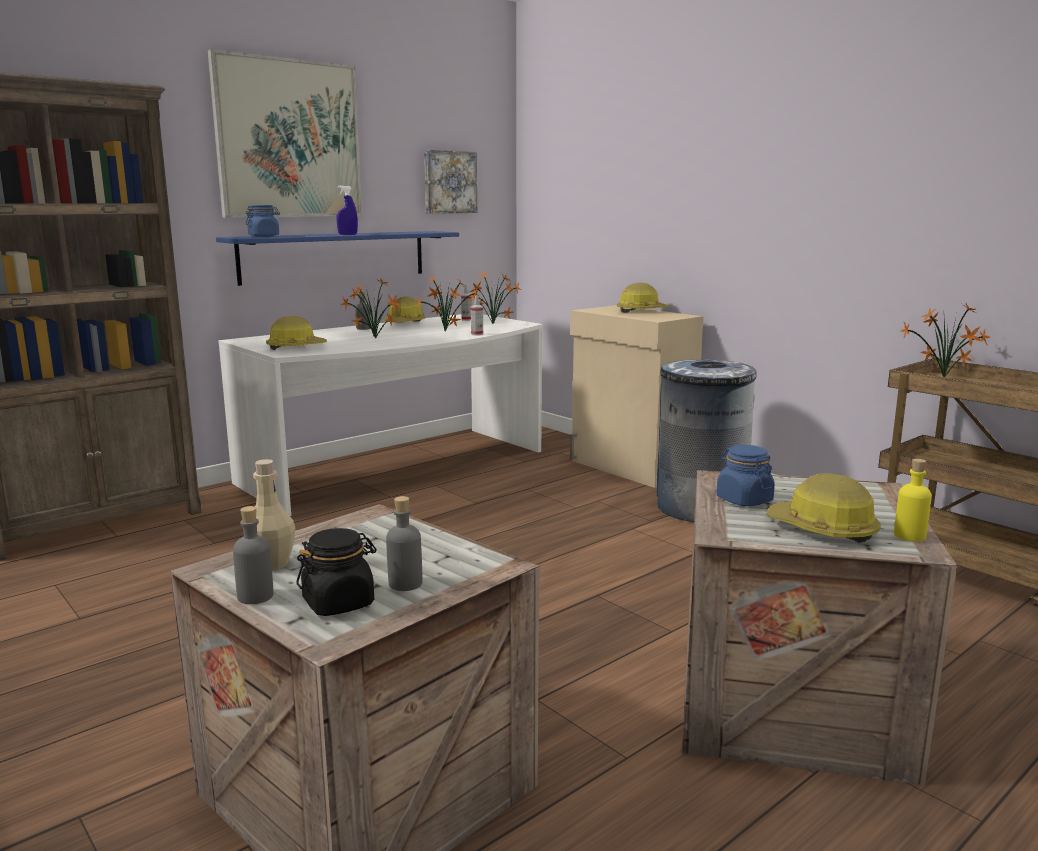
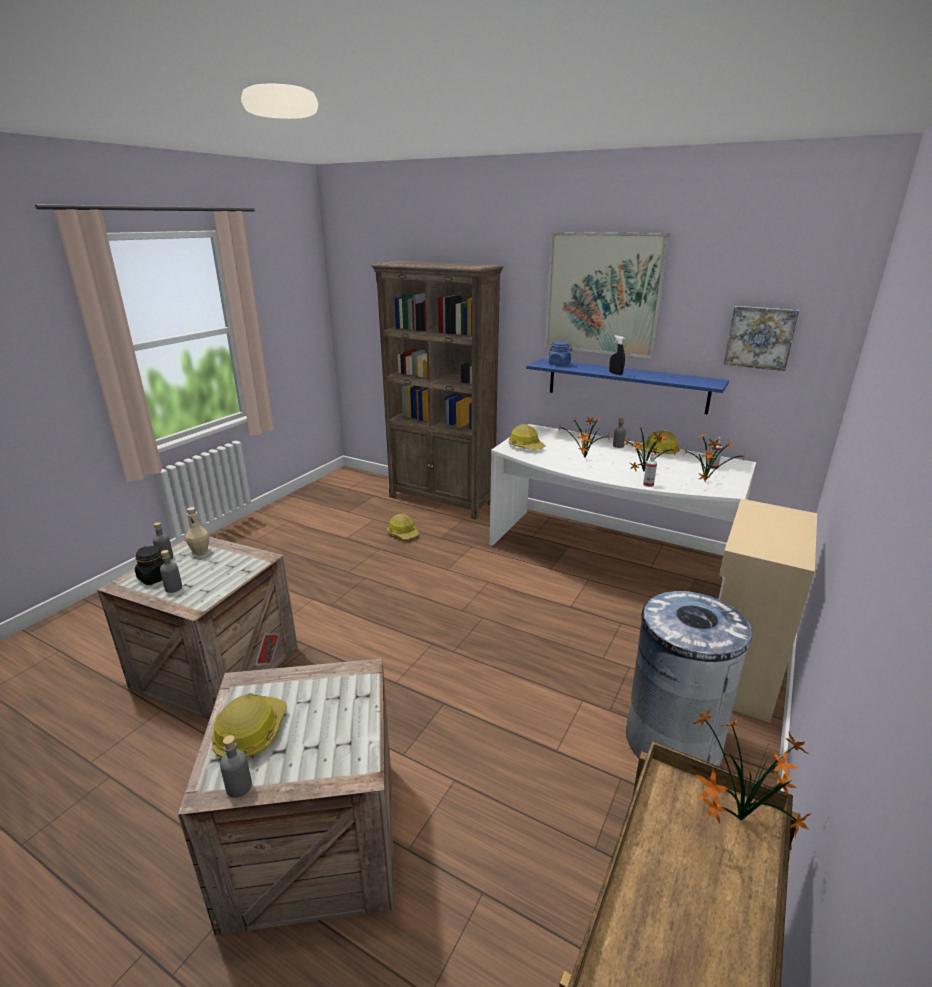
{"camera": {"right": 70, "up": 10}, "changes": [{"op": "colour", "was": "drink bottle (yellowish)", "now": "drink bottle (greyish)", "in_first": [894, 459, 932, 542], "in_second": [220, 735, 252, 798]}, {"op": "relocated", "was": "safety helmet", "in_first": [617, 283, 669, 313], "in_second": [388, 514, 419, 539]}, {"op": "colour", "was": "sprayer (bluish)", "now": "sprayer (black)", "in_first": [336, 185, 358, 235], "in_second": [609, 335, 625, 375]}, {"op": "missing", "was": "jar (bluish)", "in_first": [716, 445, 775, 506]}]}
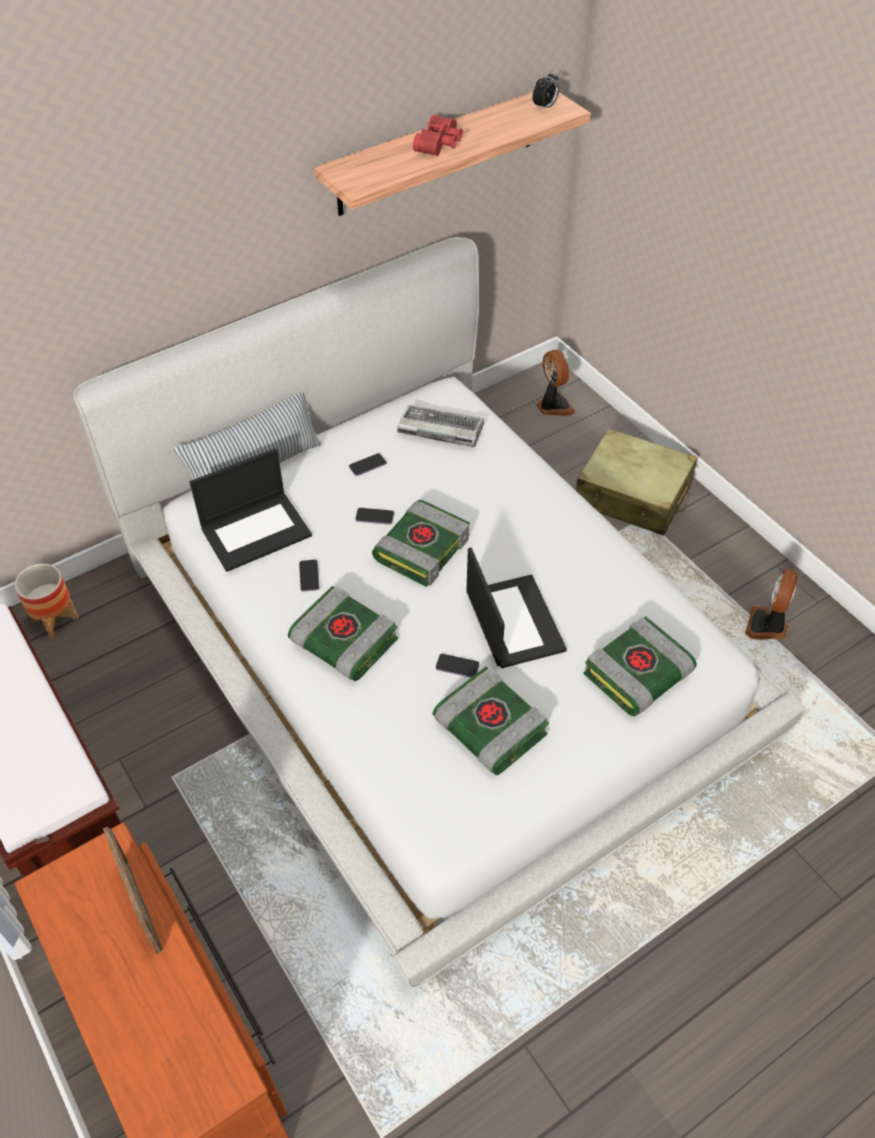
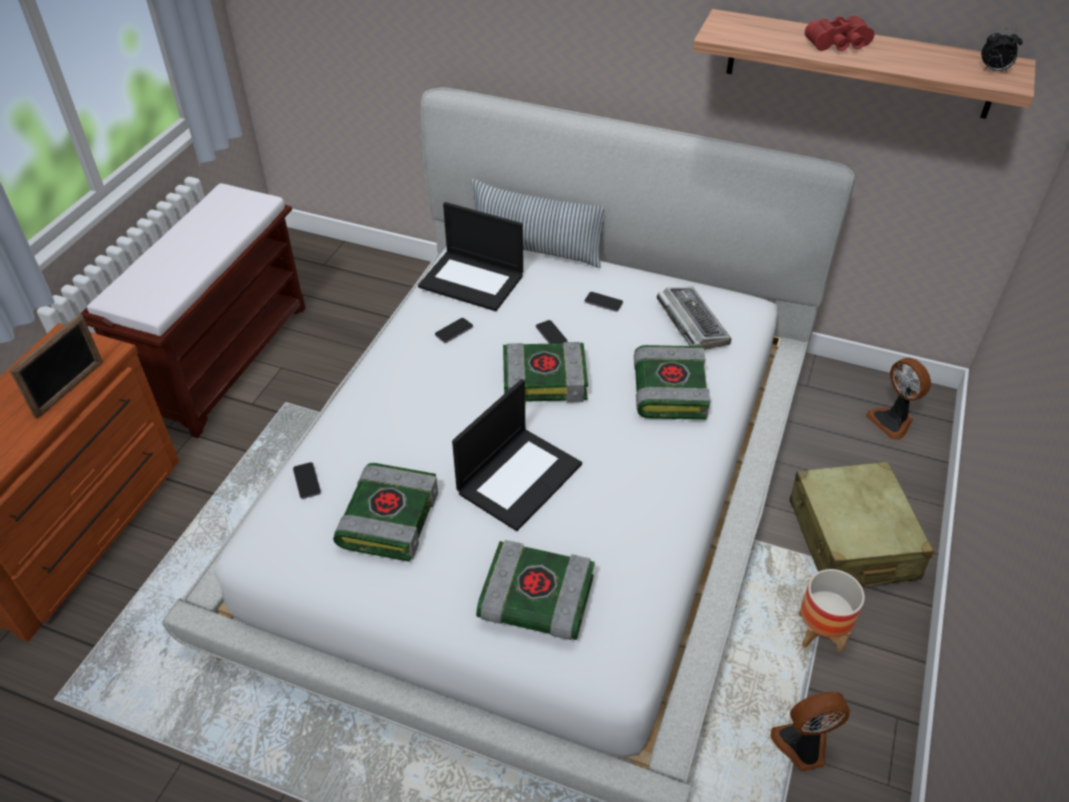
{"camera": {"right": 55, "up": -5}, "changes": [{"op": "relocated", "was": "telephone", "in_first": [436, 654, 479, 678], "in_second": [293, 462, 321, 499]}, {"op": "relocated", "was": "volume", "in_first": [288, 586, 398, 681], "in_second": [634, 345, 711, 420]}, {"op": "relocated", "was": "planter", "in_first": [14, 564, 79, 638], "in_second": [799, 569, 865, 652]}, {"op": "spun", "was": "fan", "in_first": [536, 350, 575, 416], "in_second": [865, 358, 931, 440], "clockwise": 120}]}
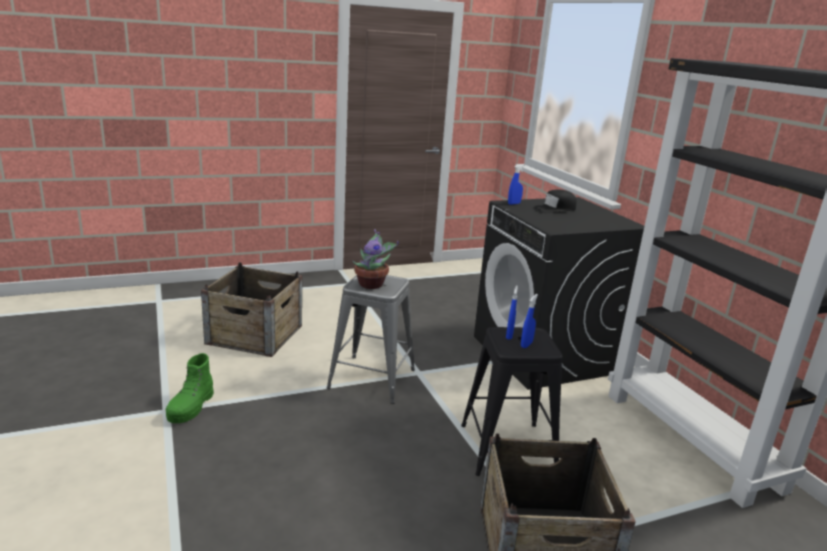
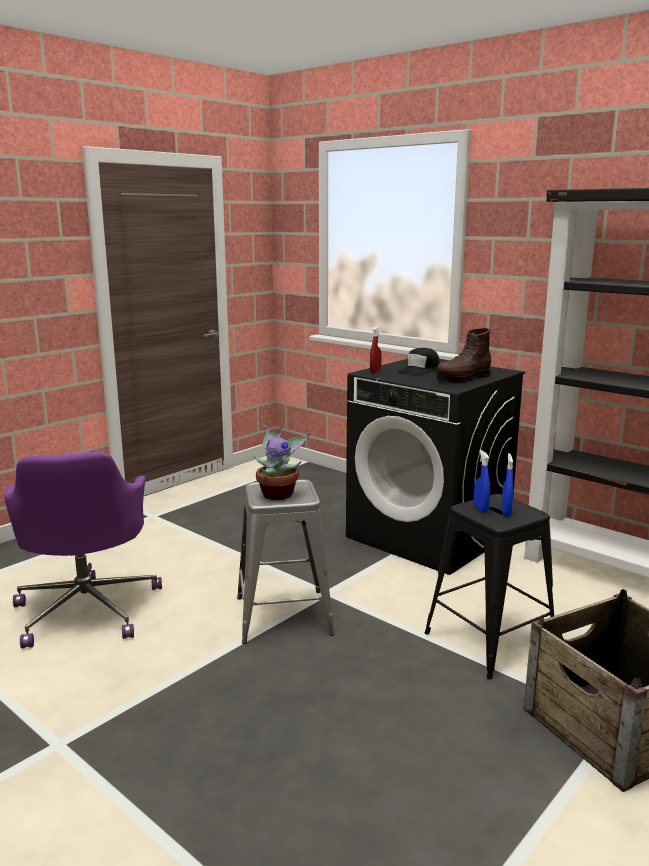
{"camera": {"right": -25, "up": -5}, "changes": [{"op": "exchanged", "was": "crate", "now": "office chair (purple)", "in_first": [201, 262, 302, 357], "in_second": [4, 452, 162, 649]}, {"op": "colour", "was": "sprayer (bluish)", "now": "sprayer (red)", "in_first": [508, 164, 524, 205], "in_second": [370, 326, 382, 373]}, {"op": "appeared", "now": "boot (brown)", "in_second": [437, 328, 491, 383]}, {"op": "missing", "was": "boot (greenish)", "in_first": [166, 353, 214, 423]}]}
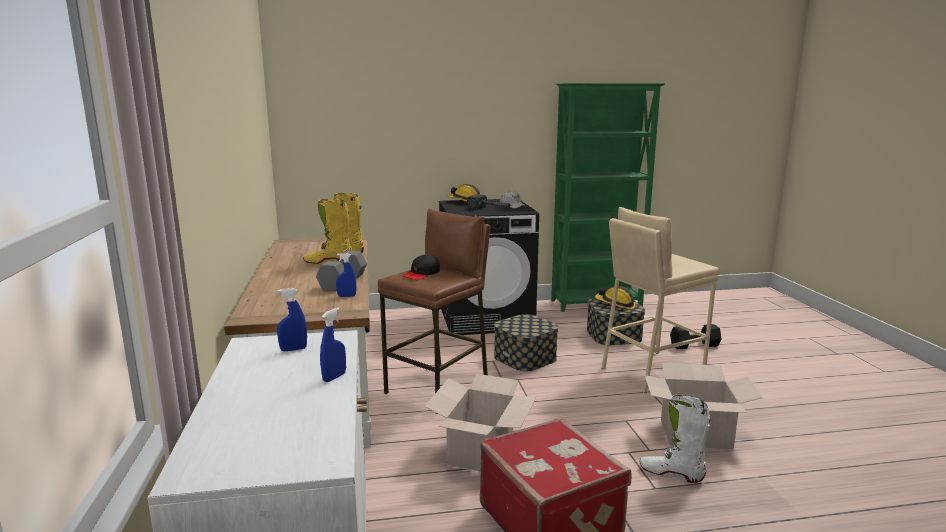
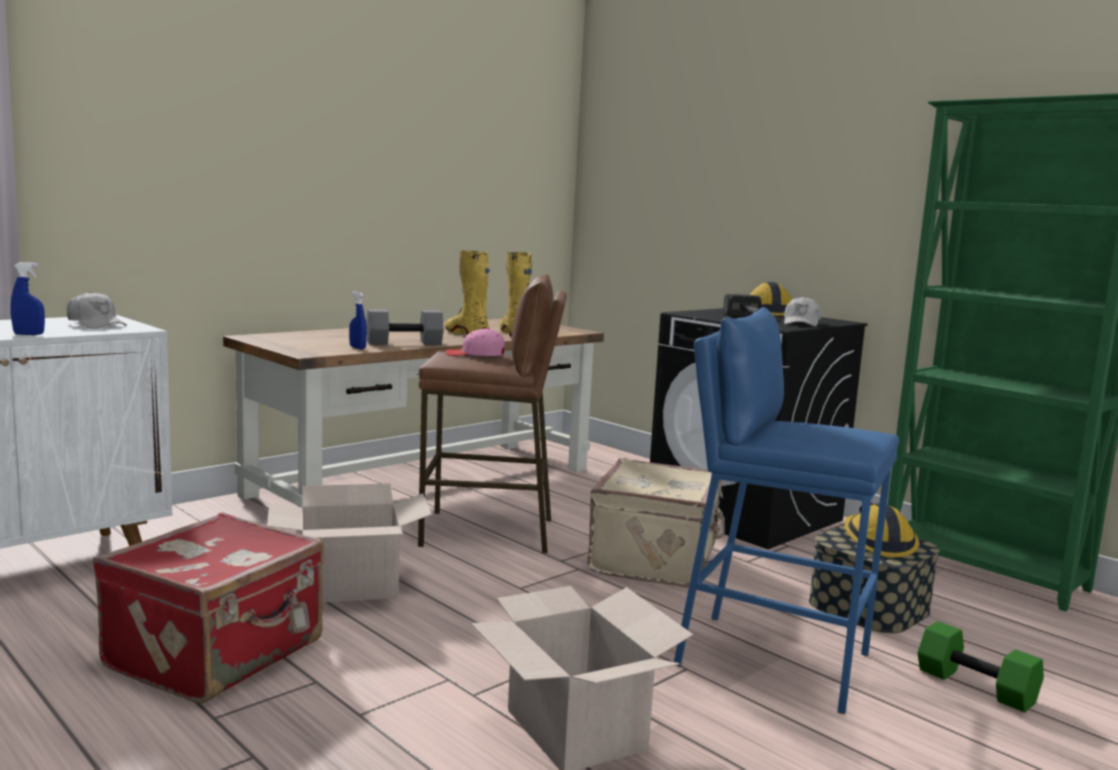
{"camera": {"right": 55, "up": -5}, "changes": [{"op": "exchanged", "was": "sprayer (bluish)", "now": "peaked cap (white)", "in_first": [277, 288, 307, 351], "in_second": [67, 292, 127, 329]}, {"op": "colour", "was": "peaked cap (black)", "now": "peaked cap (pink-coloured)", "in_first": [402, 254, 440, 280], "in_second": [445, 328, 505, 356]}, {"op": "exchanged", "was": "storage container", "now": "piece of luggage (beige-coloured)", "in_first": [494, 314, 558, 371], "in_second": [587, 458, 725, 588]}, {"op": "colour", "was": "stool seat (beige-coloured)", "now": "stool seat (bluish)", "in_first": [602, 207, 719, 393], "in_second": [674, 307, 899, 714]}, {"op": "colour", "was": "dumbbell (black)", "now": "dumbbell (greenish)", "in_first": [670, 324, 722, 349], "in_second": [917, 621, 1044, 713]}, {"op": "missing", "was": "boot (white)", "in_first": [640, 395, 710, 483]}]}
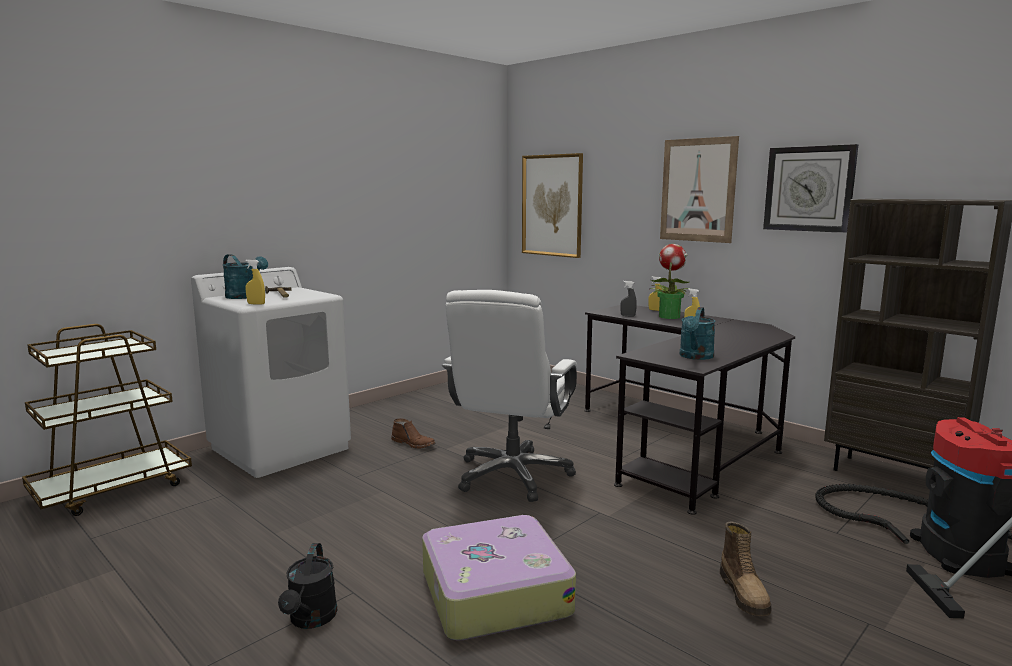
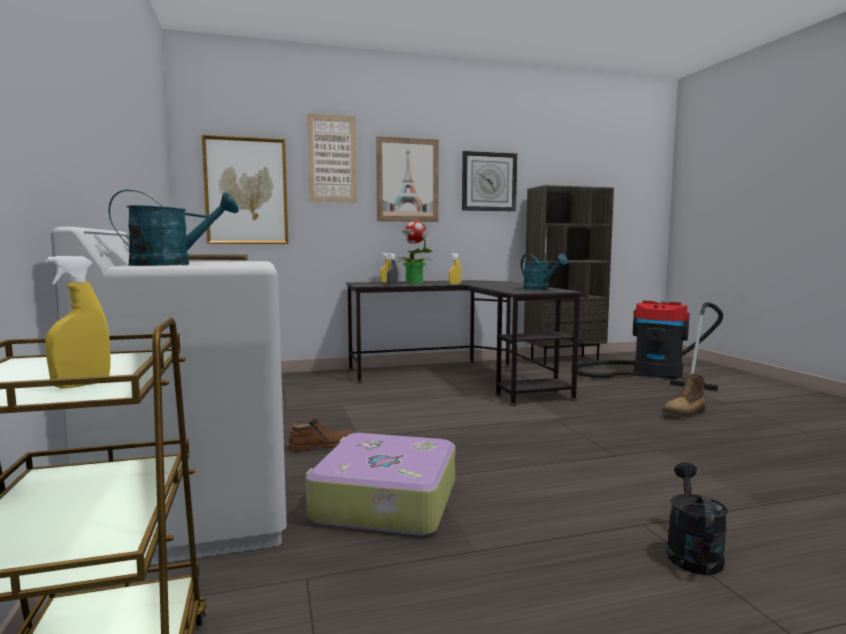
{"camera": {"right": -60, "up": -5}, "changes": [{"op": "relocated", "was": "sprayer (yellowish)", "in_first": [245, 259, 265, 305], "in_second": [45, 256, 111, 389]}, {"op": "relocated", "was": "piece of luggage", "in_first": [422, 515, 576, 640], "in_second": [305, 433, 455, 536]}, {"op": "appeared", "now": "wall picture", "in_second": [307, 113, 357, 203]}, {"op": "spun", "was": "boot", "in_first": [720, 522, 772, 616], "in_second": [662, 374, 705, 418], "clockwise": 120}, {"op": "spun", "was": "watering pot (black)", "in_first": [278, 543, 338, 629], "in_second": [666, 463, 728, 575], "clockwise": -105}, {"op": "missing", "was": "office chair (white)", "in_first": [442, 290, 577, 502]}]}
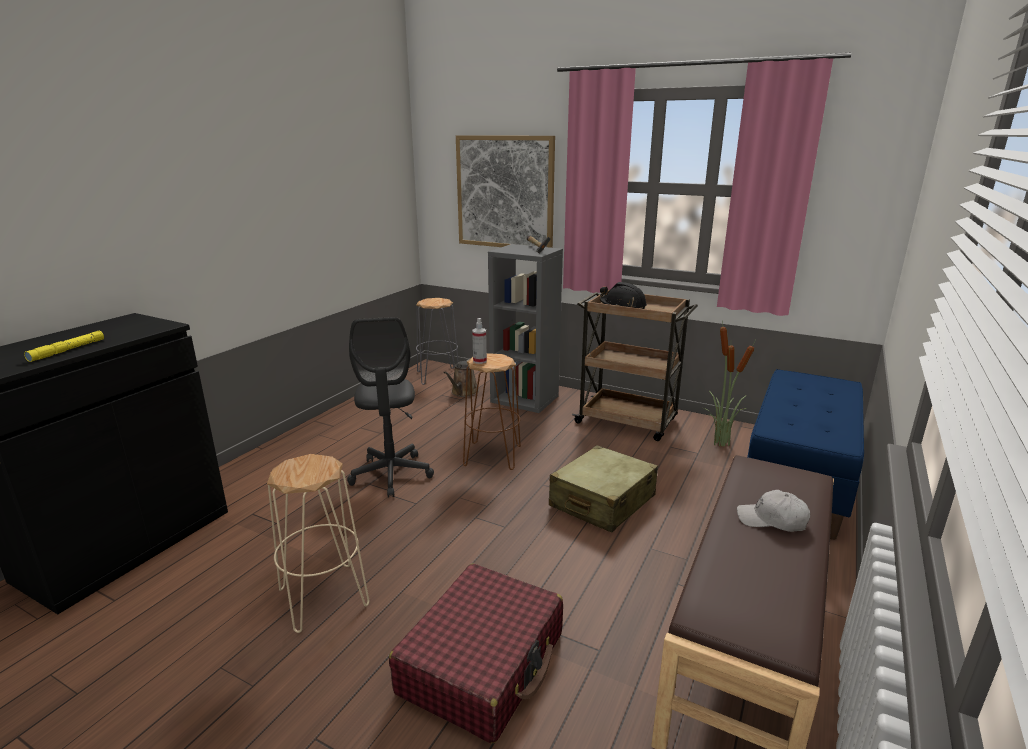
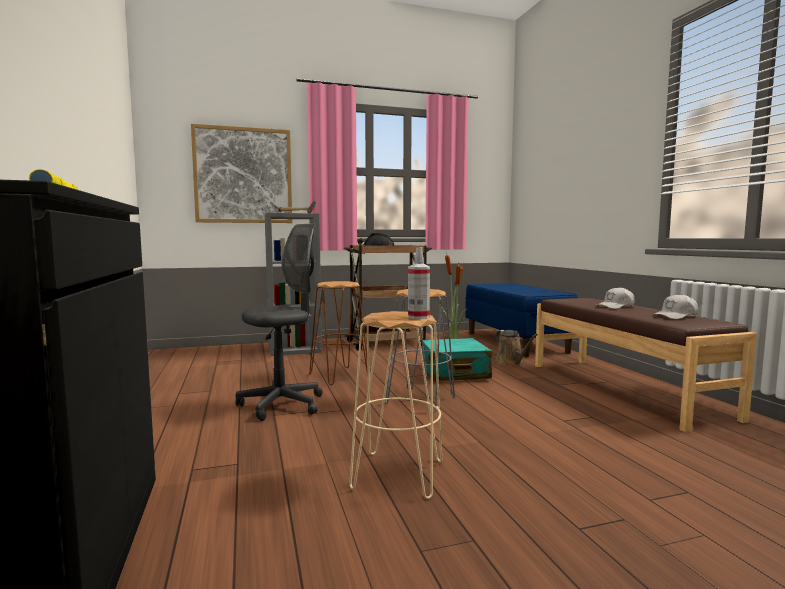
{"camera": {"right": -45, "up": -15}, "changes": [{"op": "spun", "was": "office chair (greyish)", "in_first": [347, 317, 434, 498], "in_second": [235, 223, 323, 421], "clockwise": -75}, {"op": "relocated", "was": "stool seat (greyish)", "in_first": [416, 298, 459, 385], "in_second": [385, 289, 455, 413]}, {"op": "relocated", "was": "sprayer", "in_first": [472, 318, 487, 364], "in_second": [408, 247, 430, 319]}, {"op": "colour", "was": "piece of luggage (beige-coloured)", "now": "piece of luggage (blue-green)", "in_first": [549, 445, 658, 532], "in_second": [421, 338, 492, 381]}, {"op": "relocated", "was": "watering pot (brown)", "in_first": [443, 359, 479, 397], "in_second": [495, 330, 538, 366]}, {"op": "appeared", "now": "peaked cap (white)", "in_second": [652, 294, 698, 319]}, {"op": "missing", "was": "piece of luggage (red)", "in_first": [389, 563, 563, 744]}]}
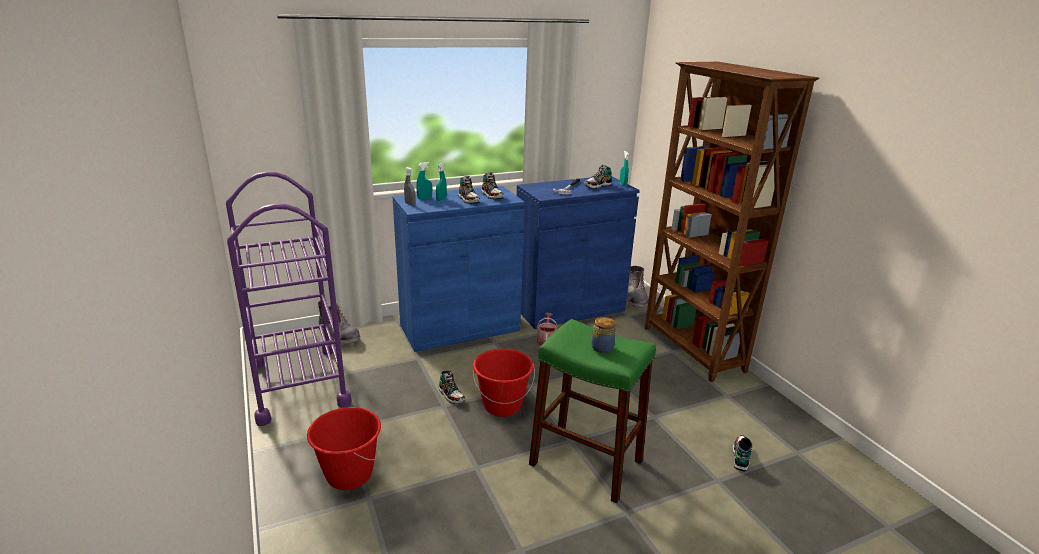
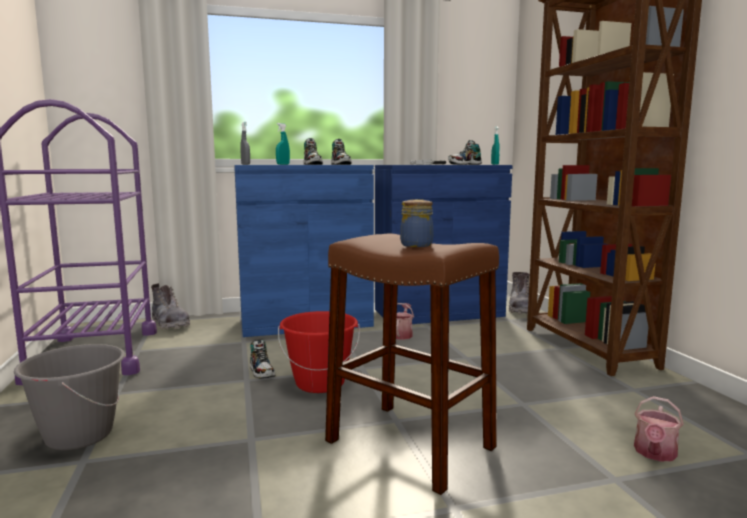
{"camera": {"right": 10, "up": -15}, "changes": [{"op": "colour", "was": "water bucket (red)", "now": "water bucket (greyish)", "in_first": [307, 407, 381, 490], "in_second": [14, 344, 125, 450]}, {"op": "colour", "was": "stool seat (greenish)", "now": "stool seat (brown)", "in_first": [529, 319, 656, 503], "in_second": [325, 233, 499, 495]}, {"op": "exchanged", "was": "shoe", "now": "watering pot", "in_first": [733, 435, 752, 471], "in_second": [634, 396, 684, 461]}, {"op": "missing", "was": "sprayer (blue-green)", "in_first": [416, 162, 432, 200]}]}
